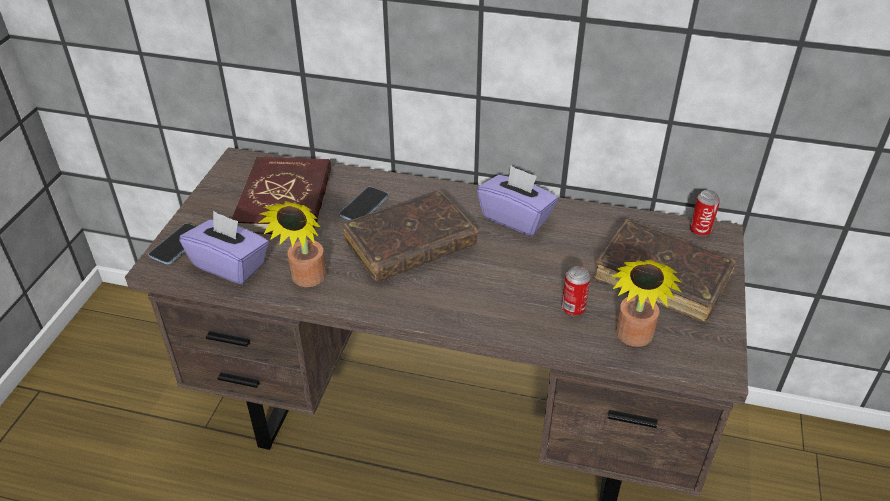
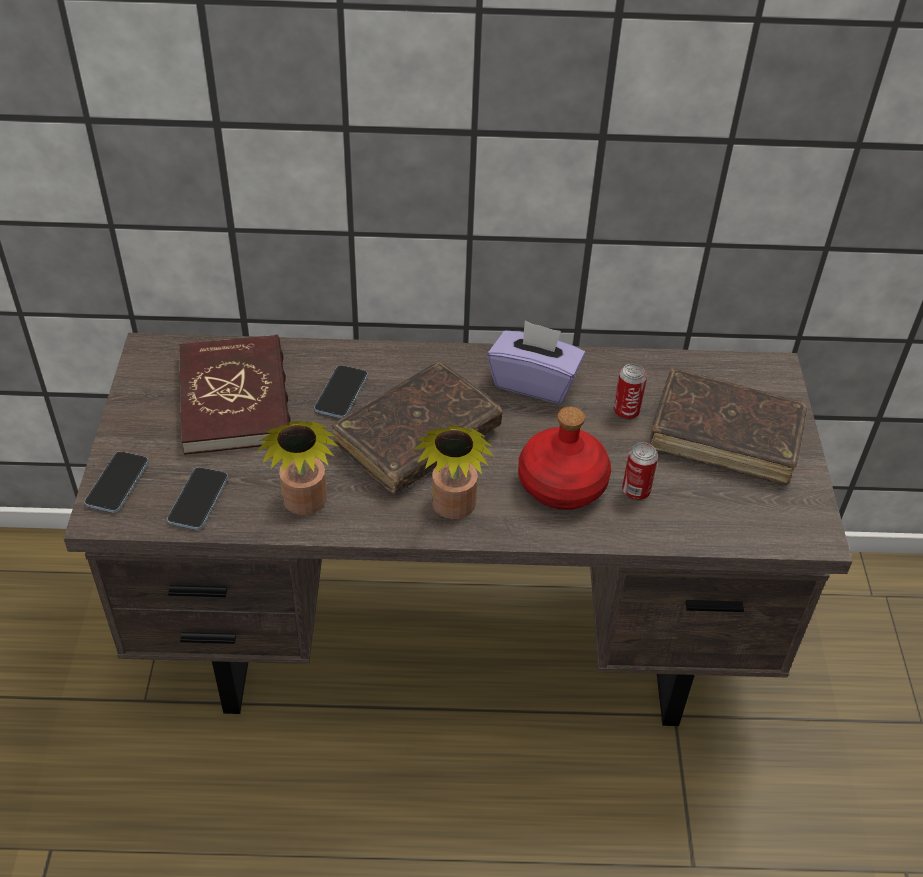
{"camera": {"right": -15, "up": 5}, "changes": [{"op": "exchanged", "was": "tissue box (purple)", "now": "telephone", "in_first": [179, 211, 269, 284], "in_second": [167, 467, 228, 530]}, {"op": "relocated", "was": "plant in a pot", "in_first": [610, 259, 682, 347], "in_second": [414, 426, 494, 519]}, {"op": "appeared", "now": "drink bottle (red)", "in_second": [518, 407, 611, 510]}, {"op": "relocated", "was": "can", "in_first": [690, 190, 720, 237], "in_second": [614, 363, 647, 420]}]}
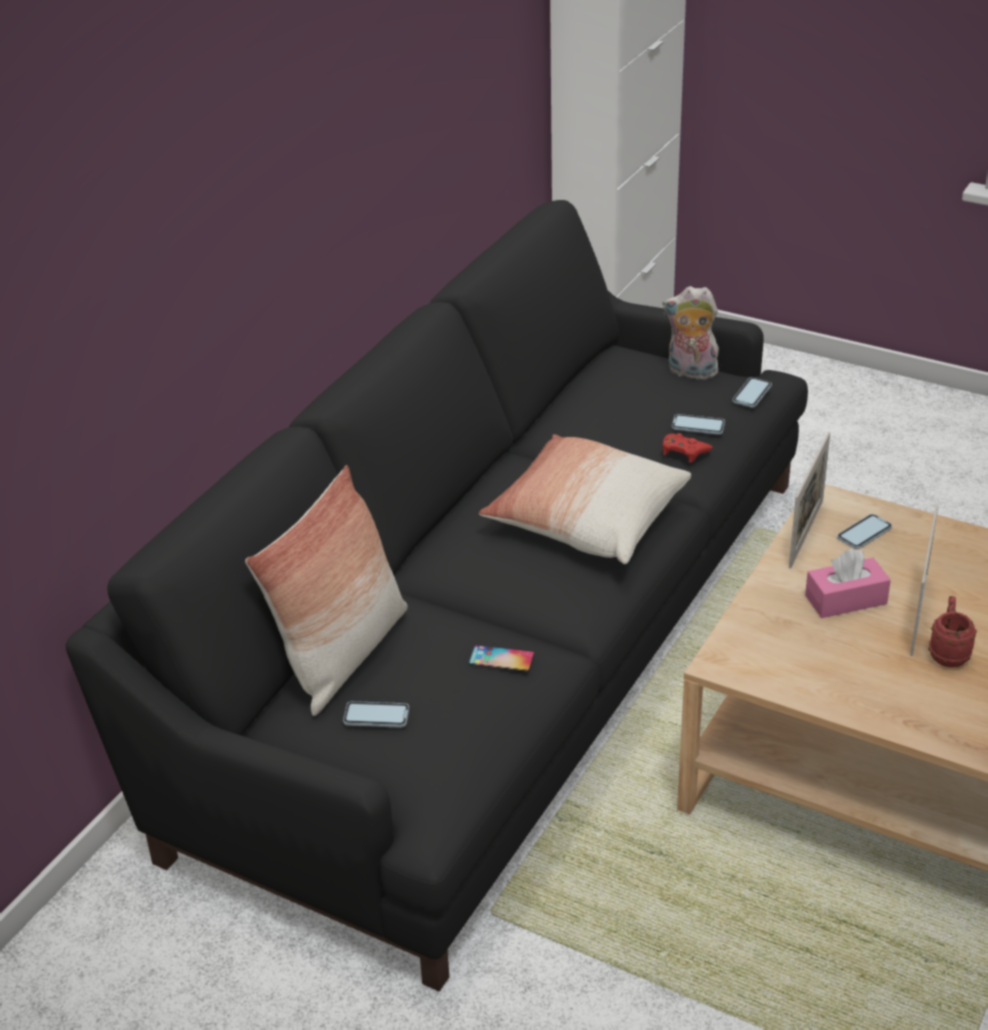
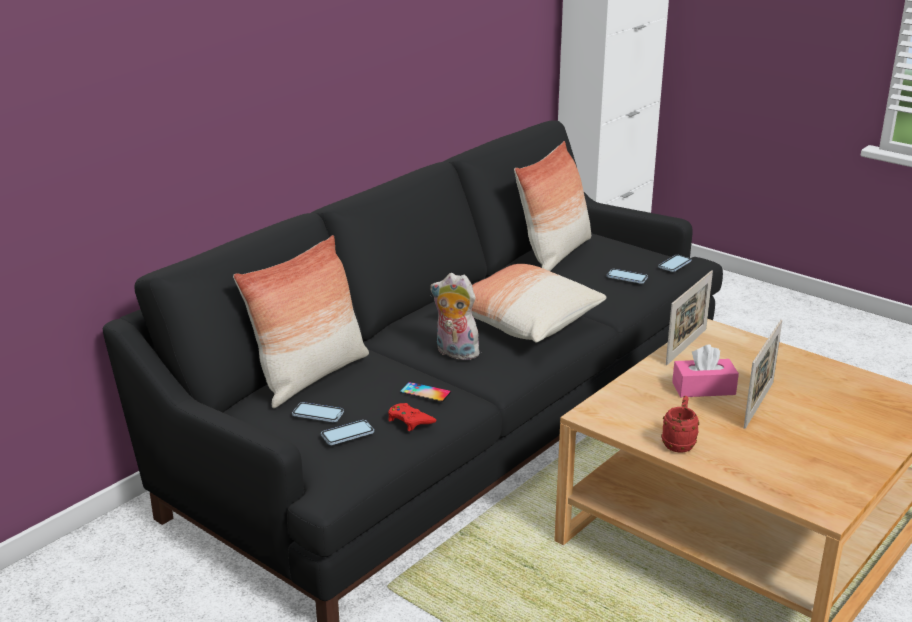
{"camera": {"right": 10, "up": -10}, "changes": [{"op": "relocated", "was": "telephone", "in_first": [837, 514, 892, 549], "in_second": [321, 420, 374, 445]}, {"op": "relocated", "was": "joypad (red)", "in_first": [662, 433, 713, 463], "in_second": [388, 403, 436, 431]}, {"op": "relocated", "was": "cuddly toy", "in_first": [663, 286, 721, 380], "in_second": [430, 273, 483, 360]}, {"op": "appeared", "now": "pillow", "in_second": [514, 141, 591, 271]}, {"op": "relocated", "was": "tea mug (red)", "in_first": [928, 596, 977, 668], "in_second": [661, 396, 699, 453]}]}
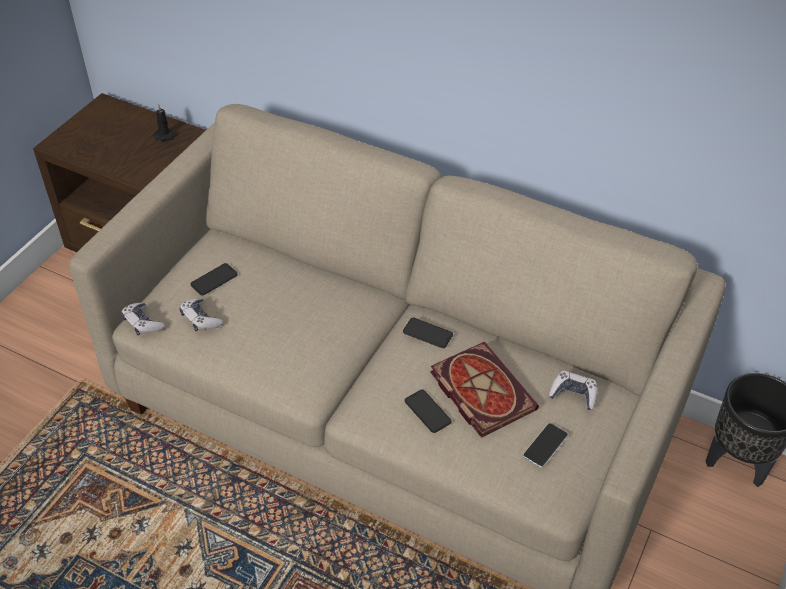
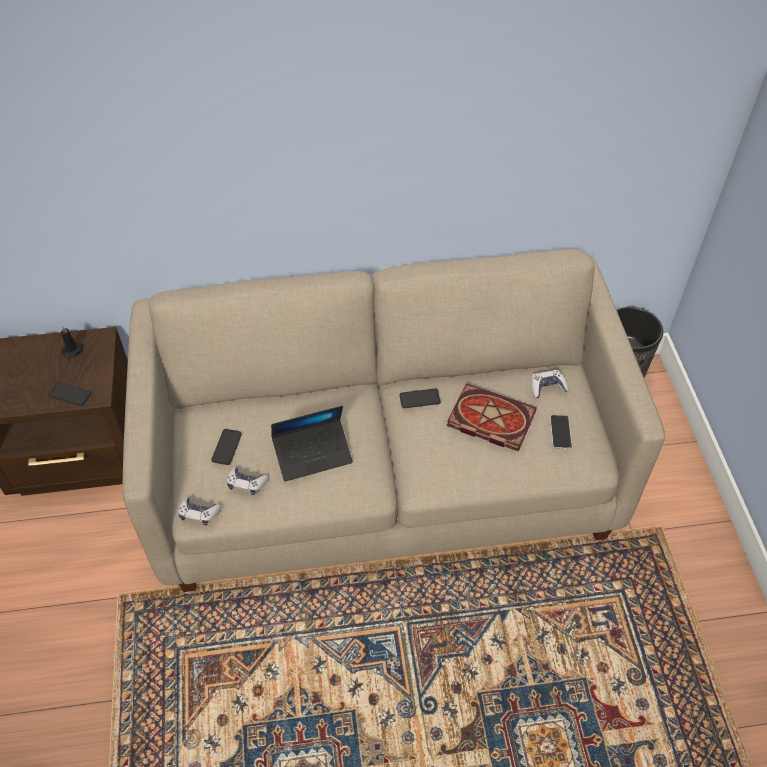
{"camera": {"right": -35, "up": 5}, "changes": [{"op": "relocated", "was": "telephone", "in_first": [405, 389, 452, 433], "in_second": [49, 382, 91, 406]}, {"op": "appeared", "now": "notebook computer", "in_second": [271, 406, 353, 482]}]}
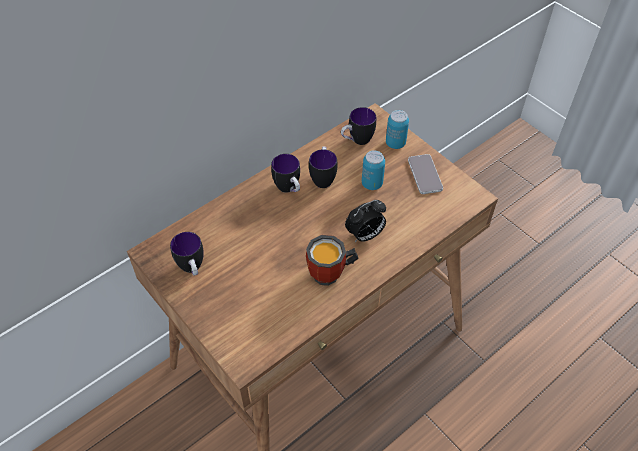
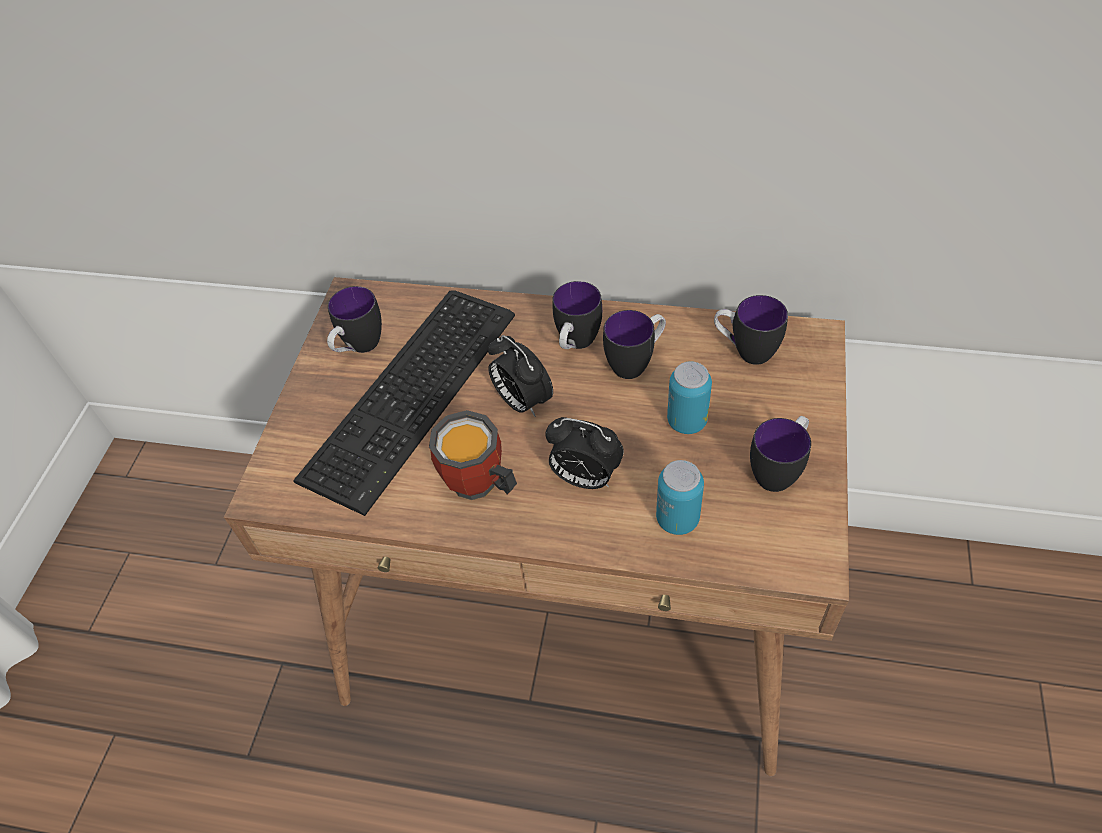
{"camera": {"right": 55, "up": 0}, "changes": [{"op": "appeared", "now": "computer keyboard", "in_second": [293, 290, 515, 516]}, {"op": "appeared", "now": "bedside clock", "in_second": [488, 335, 553, 417]}, {"op": "relocated", "was": "can", "in_first": [386, 110, 409, 149], "in_second": [656, 460, 704, 535]}, {"op": "exchanged", "was": "telephone", "now": "tea mug", "in_first": [408, 154, 443, 194], "in_second": [750, 416, 811, 492]}]}
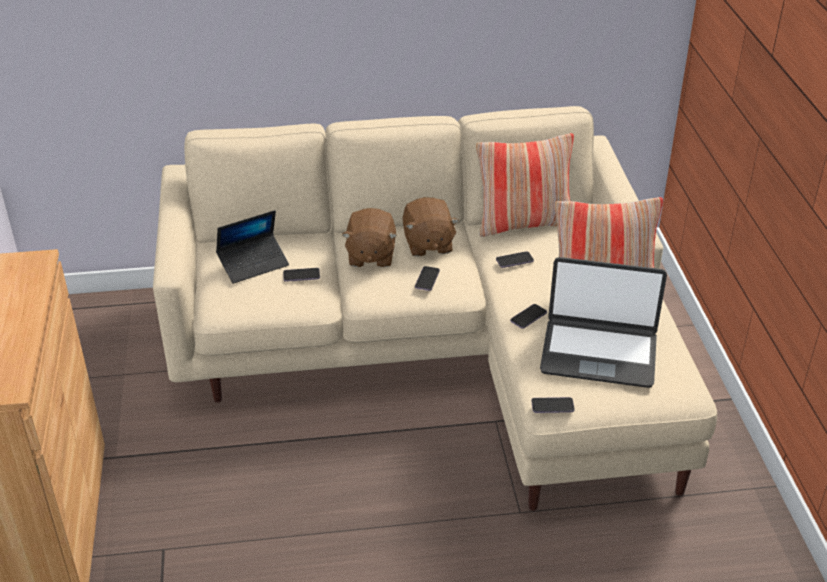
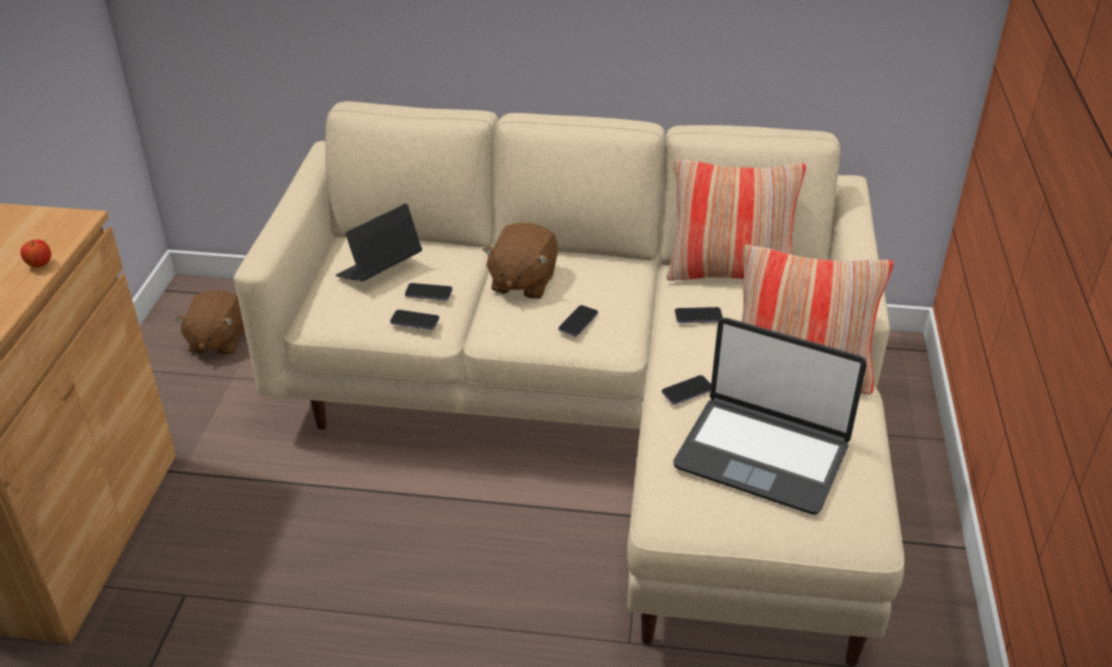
{"camera": {"right": 15, "up": 0}, "changes": [{"op": "appeared", "now": "apple fruit", "in_second": [20, 239, 51, 268]}, {"op": "relocated", "was": "cuddly toy (brown)", "in_first": [402, 197, 459, 256], "in_second": [175, 290, 245, 355]}, {"op": "spun", "was": "notebook computer", "in_first": [216, 210, 289, 284], "in_second": [336, 204, 422, 281], "clockwise": 150}, {"op": "relocated", "was": "telephone", "in_first": [531, 397, 575, 413], "in_second": [390, 310, 439, 330]}]}
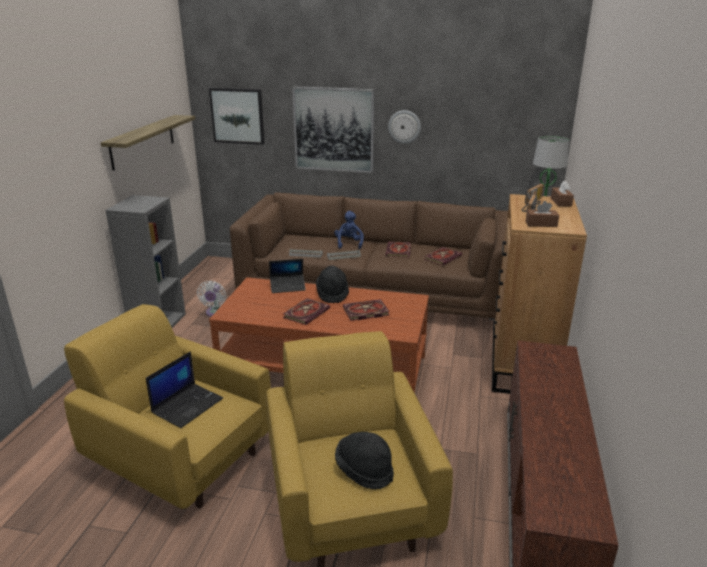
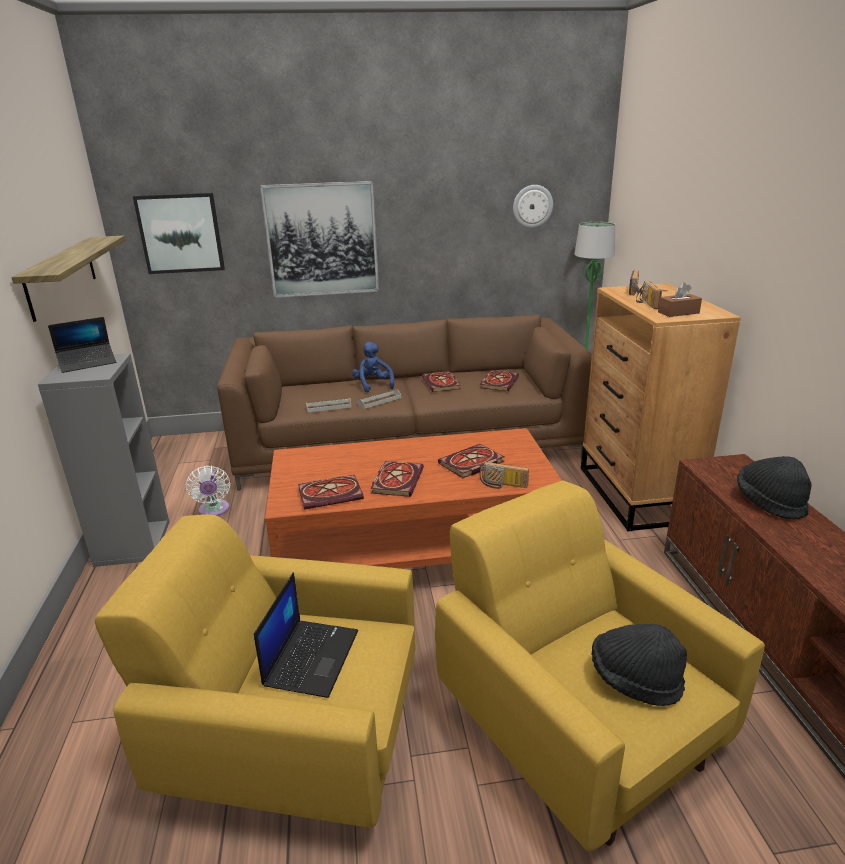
{"camera": {"right": -20, "up": 0}, "changes": [{"op": "relocated", "was": "notebook computer", "in_first": [269, 259, 306, 293], "in_second": [48, 317, 117, 373]}, {"op": "appeared", "now": "volume", "in_second": [298, 475, 364, 510]}, {"op": "appeared", "now": "radio receiver", "in_second": [480, 462, 529, 489]}, {"op": "relocated", "was": "hanging clock", "in_first": [388, 110, 421, 144], "in_second": [513, 185, 553, 228]}, {"op": "relocated", "was": "clothing hat (black)", "in_first": [316, 266, 349, 303], "in_second": [737, 456, 812, 520]}, {"op": "missing", "was": "tissue box (brown)", "in_first": [551, 181, 574, 206]}]}
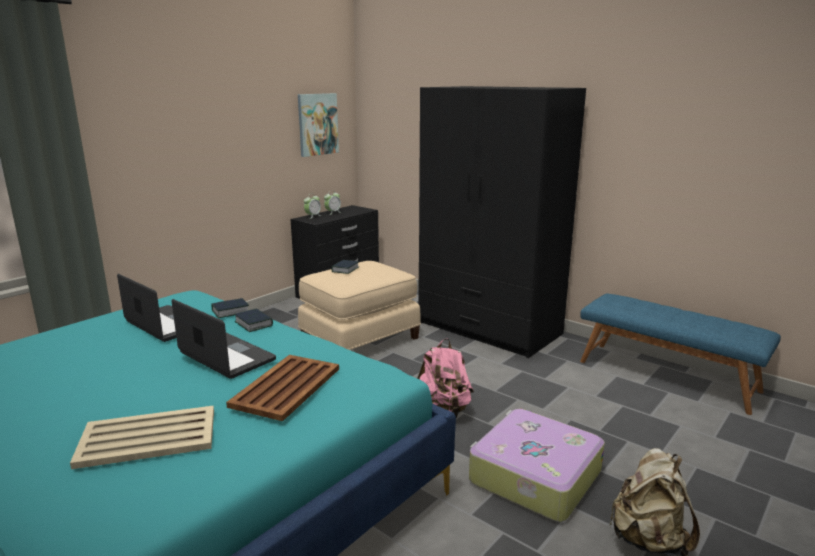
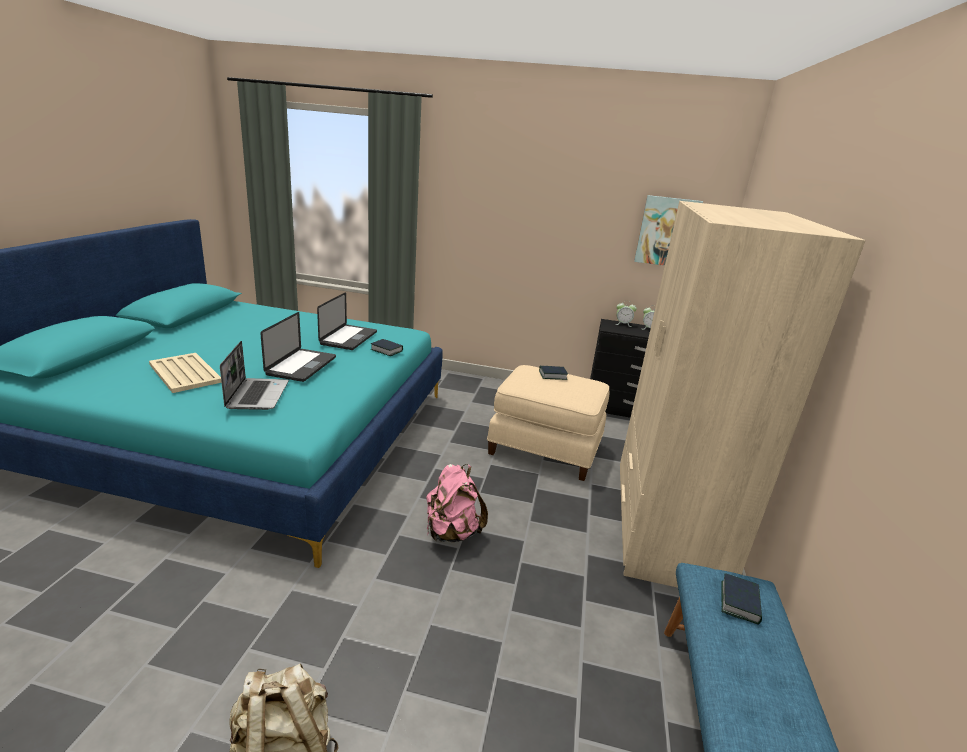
{"camera": {"right": 60, "up": 5}, "changes": [{"op": "exchanged", "was": "tray (brown)", "now": "notebook computer", "in_first": [226, 355, 339, 421], "in_second": [220, 341, 289, 410]}, {"op": "colour", "was": "clothes cupboard (black)", "now": "clothes cupboard (beige-coloured)", "in_first": [418, 86, 586, 358], "in_second": [620, 201, 866, 588]}, {"op": "relocated", "was": "volume", "in_first": [234, 308, 273, 332], "in_second": [721, 573, 762, 624]}, {"op": "missing", "was": "piece of luggage", "in_first": [469, 409, 605, 522]}]}
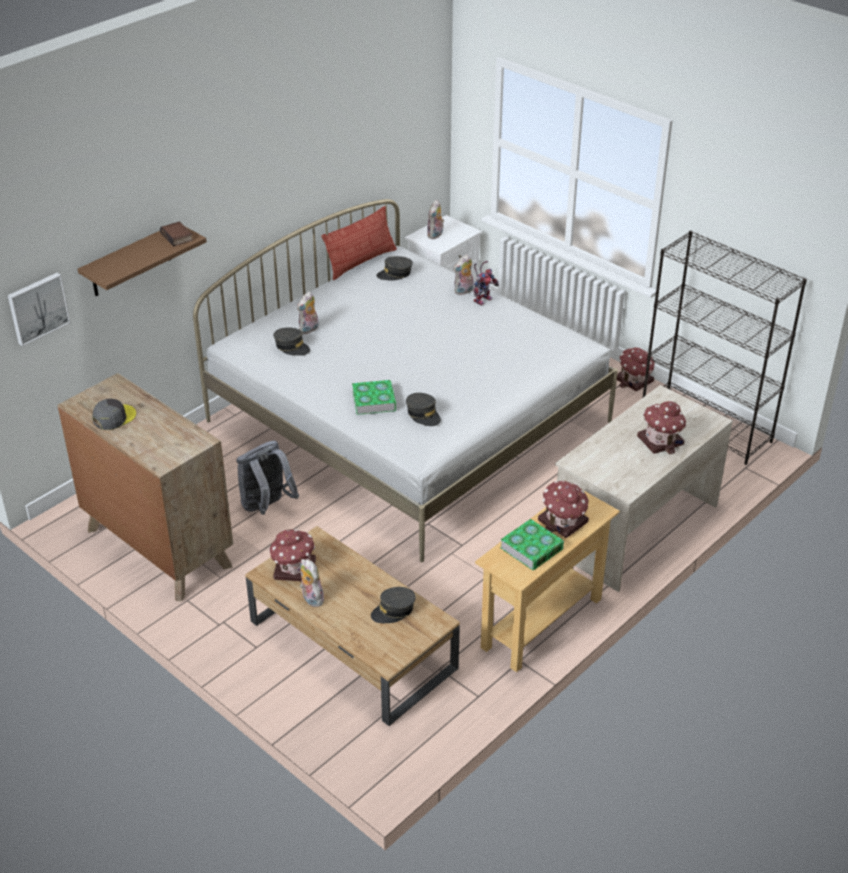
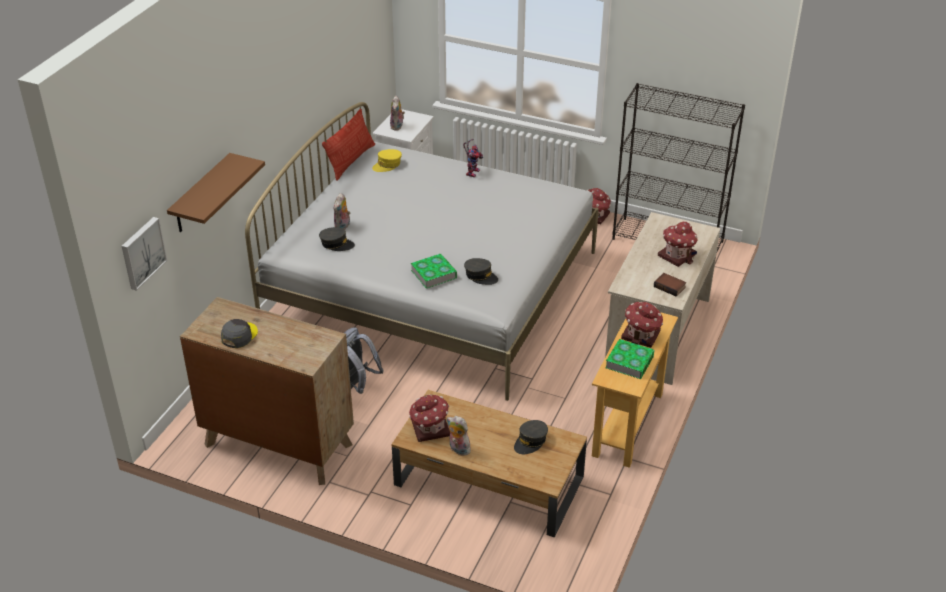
{"camera": {"right": -20, "up": 0}, "changes": [{"op": "colour", "was": "peaked cap (greyish)", "now": "peaked cap (yellowish)", "in_first": [376, 256, 413, 280], "in_second": [372, 149, 402, 172]}, {"op": "relocated", "was": "volume", "in_first": [160, 221, 193, 247], "in_second": [654, 273, 686, 297]}, {"op": "missing", "was": "cuddly toy", "in_first": [453, 254, 474, 295]}]}
